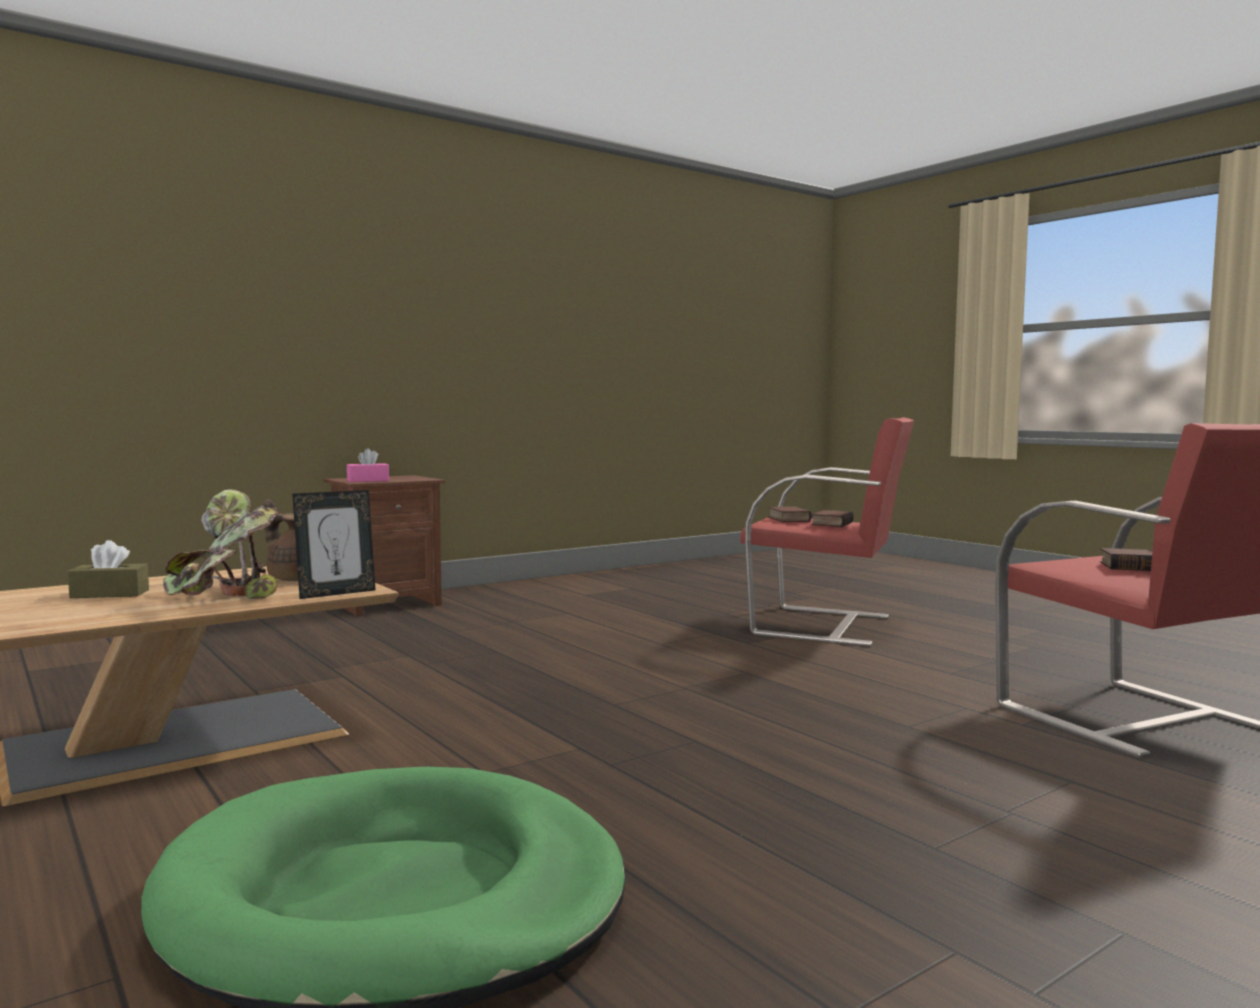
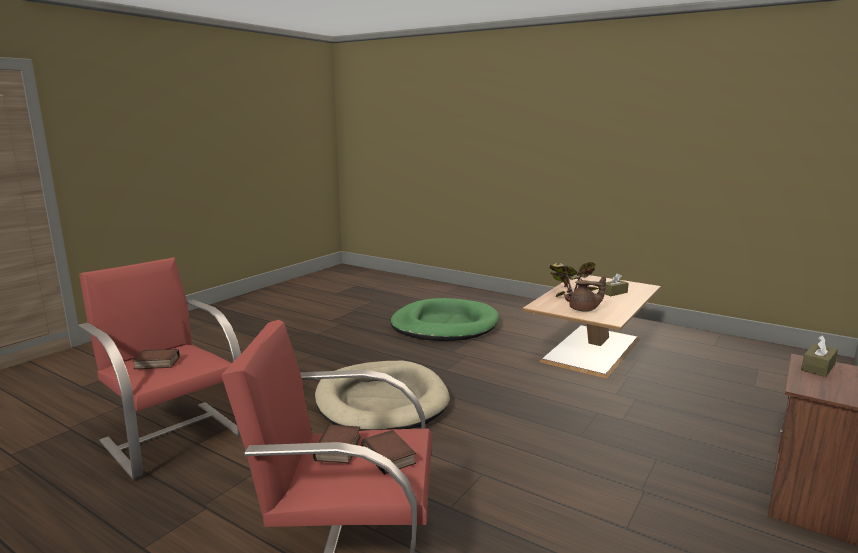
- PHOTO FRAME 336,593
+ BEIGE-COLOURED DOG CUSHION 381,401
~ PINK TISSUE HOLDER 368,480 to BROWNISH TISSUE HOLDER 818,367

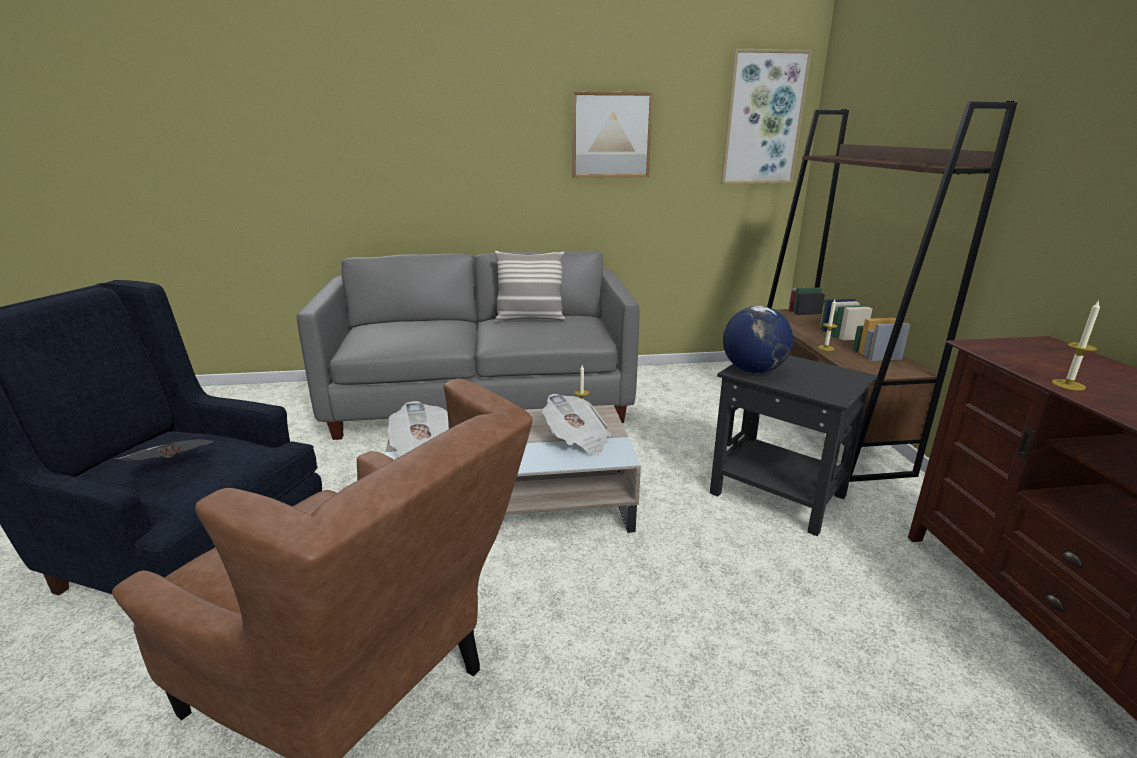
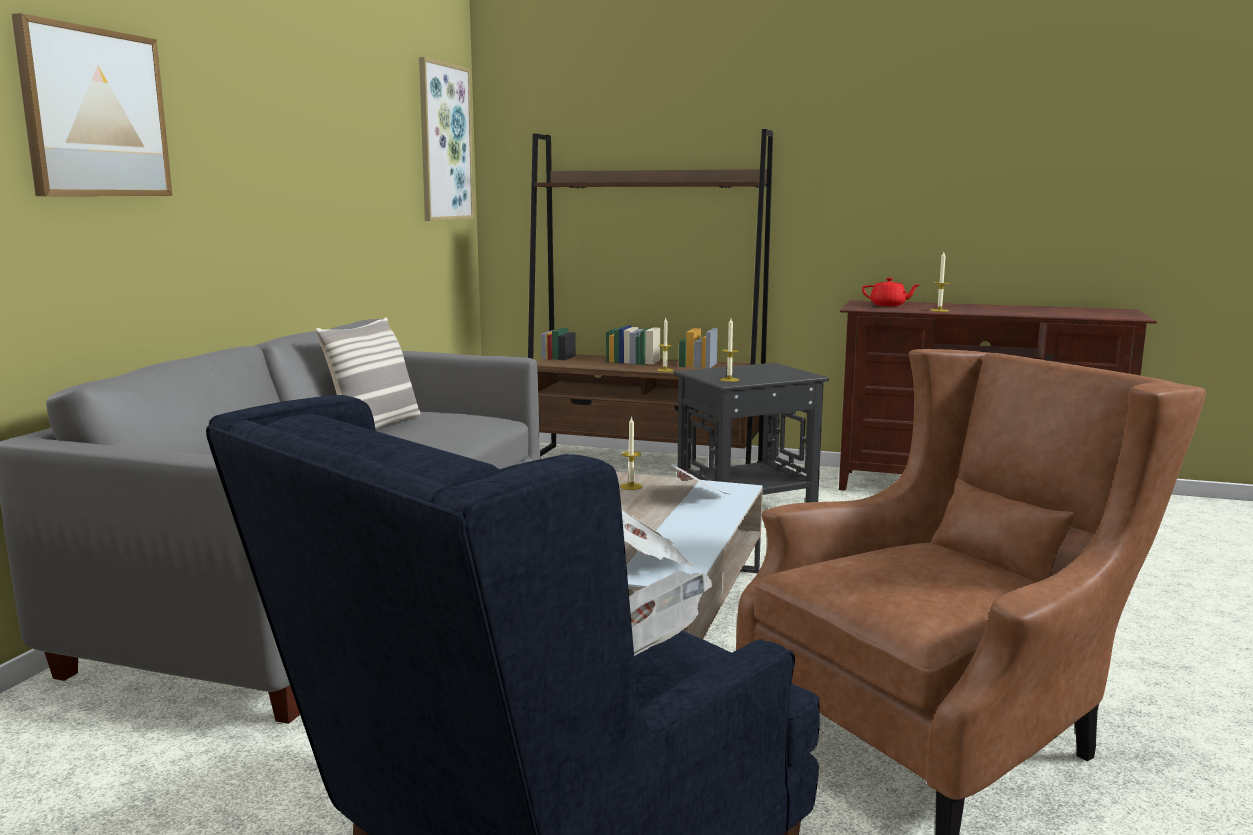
+ REDDISH TEAPOT 888,305
~ WALL ART 611,135 to 94,113
~ DESK GLOBE 753,370 to WAX CANDLE 729,379

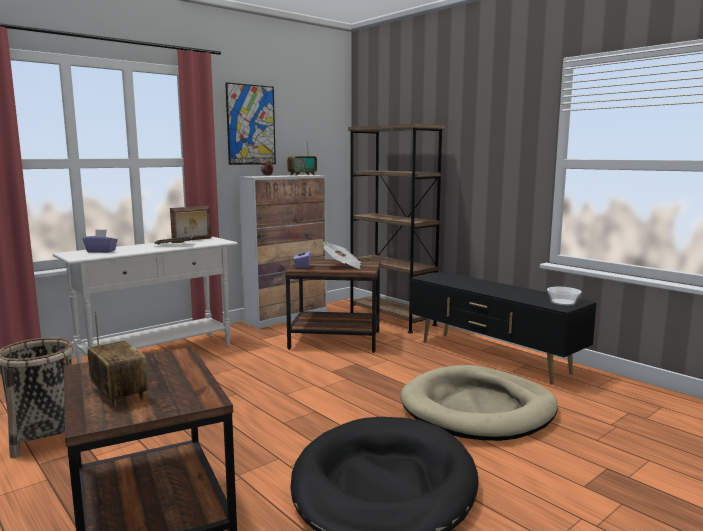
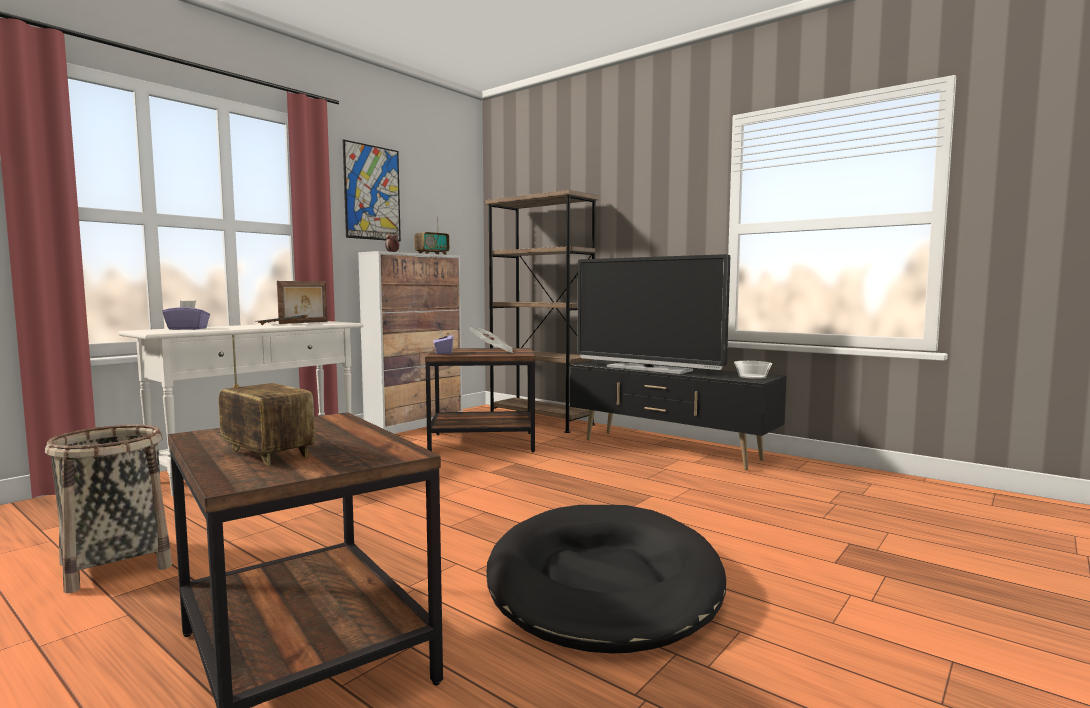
- BEIGE-COLOURED DOG CUSHION 478,409
+ TV SET 648,369

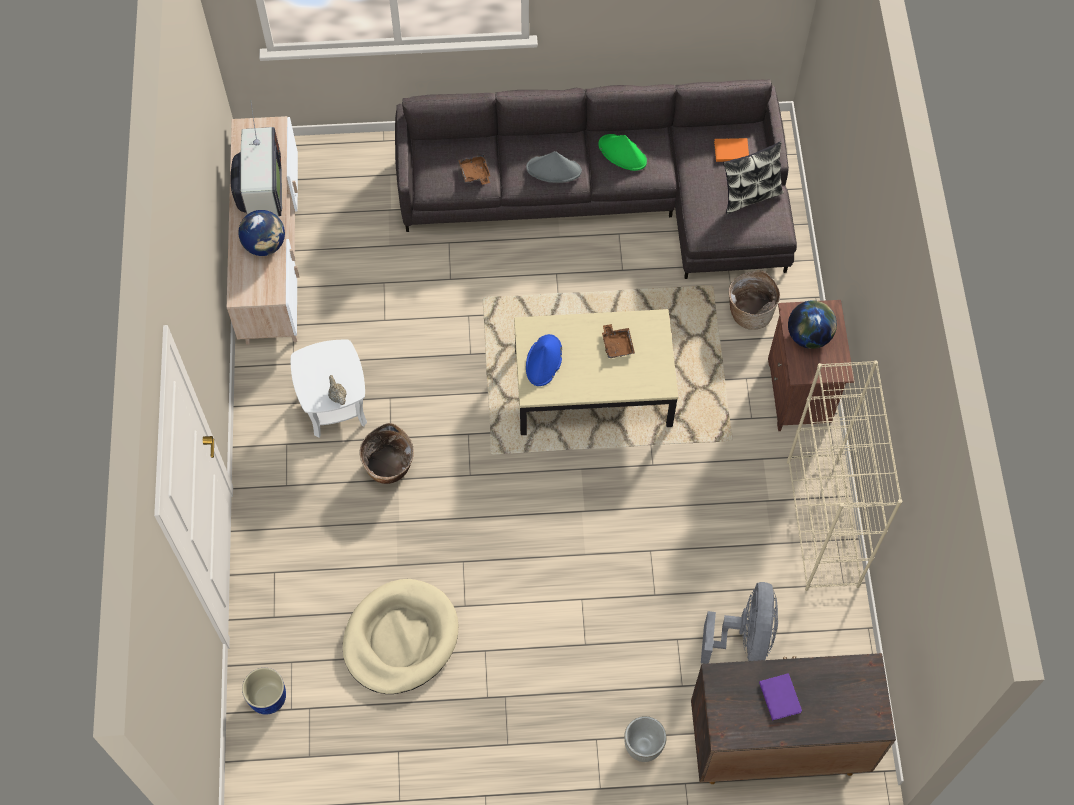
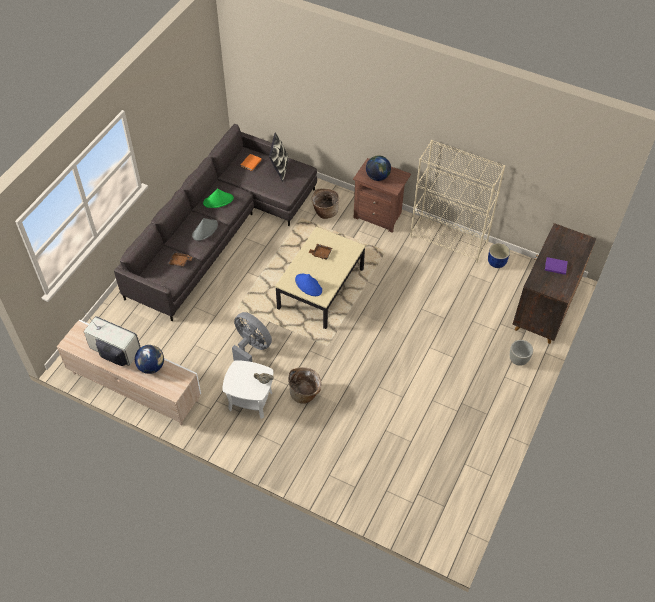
- BEIGE-COLOURED DOG CUSHION 400,638
~ BLUE-COLOURED PLANT POT 268,697 to 496,262
~ GREY ELECTRIC FAN 744,637 to 251,348

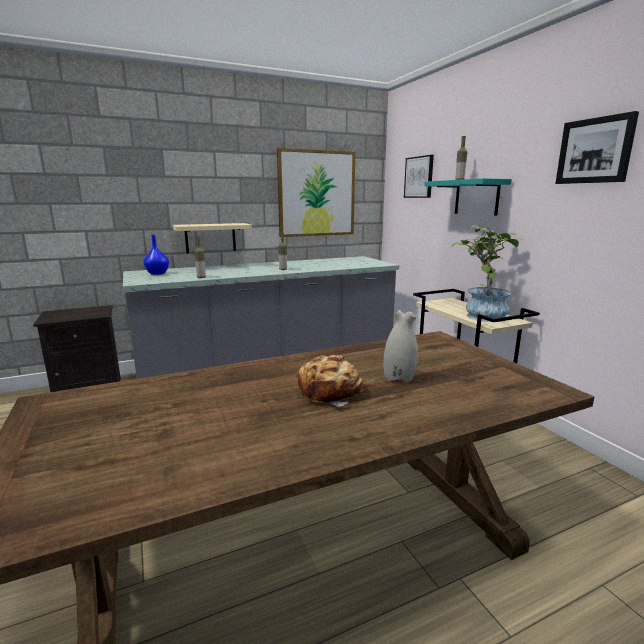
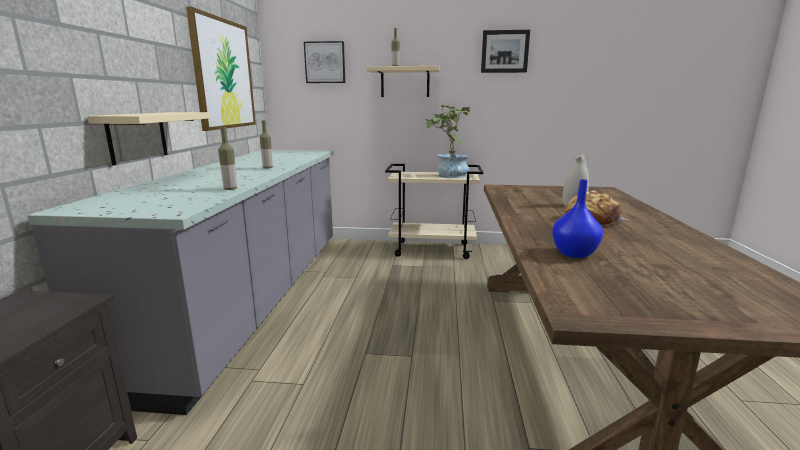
~ BLUE-COLOURED VASE 158,273 to 574,253
~ BLUE-GREEN BRACKET SHELF 476,197 to BEIGE-COLOURED BRACKET SHELF 405,82

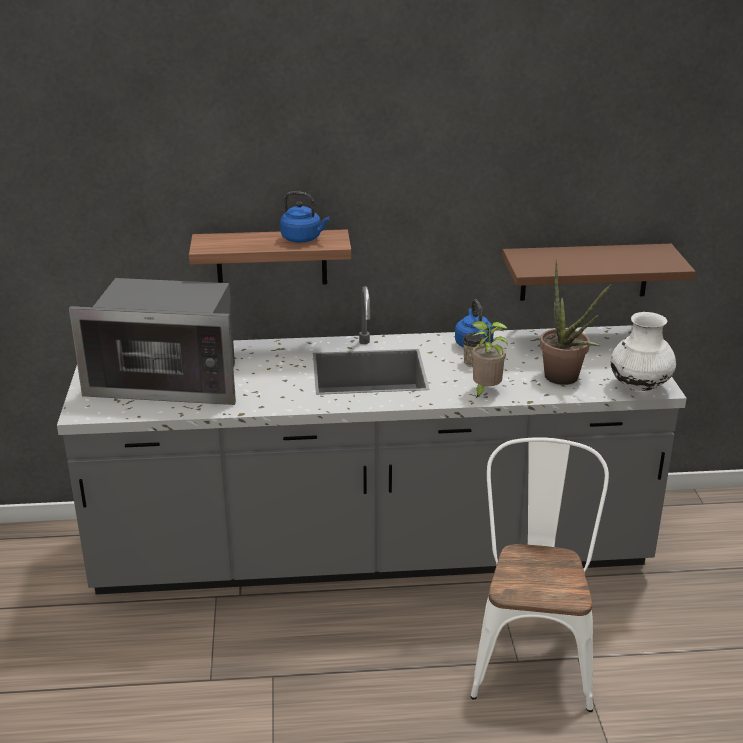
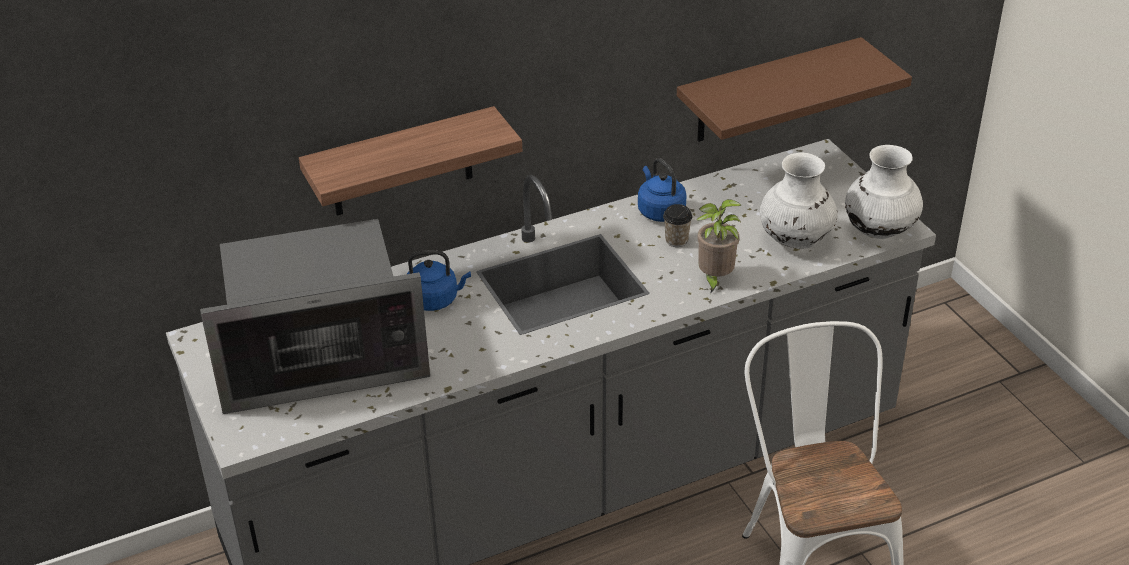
~ BLUE-COLOURED KETTLE 303,239 to 435,300
~ PLANT IN A POT 566,380 to WHITE VASE 795,241

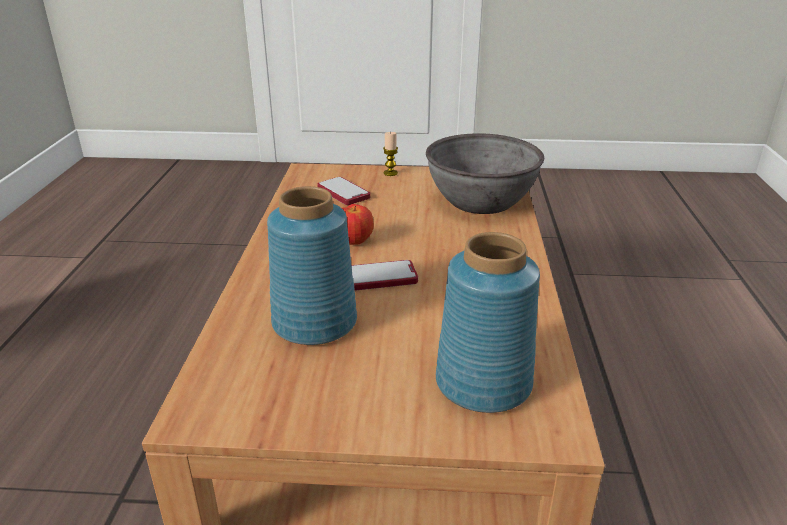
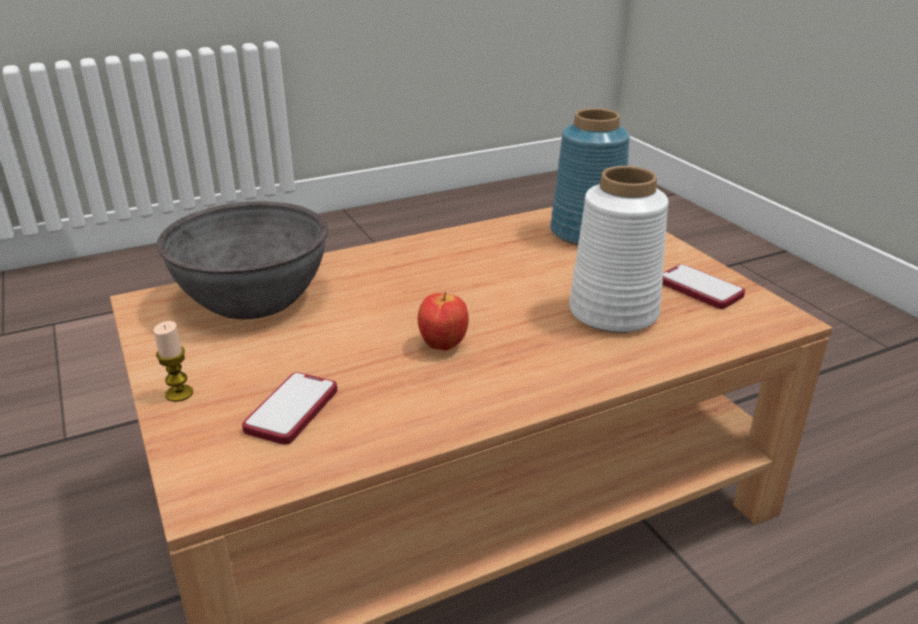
~ HANDSET 380,277 to 700,289
~ BLUE-COLOURED VASE 316,323 to WHITE VASE 612,312

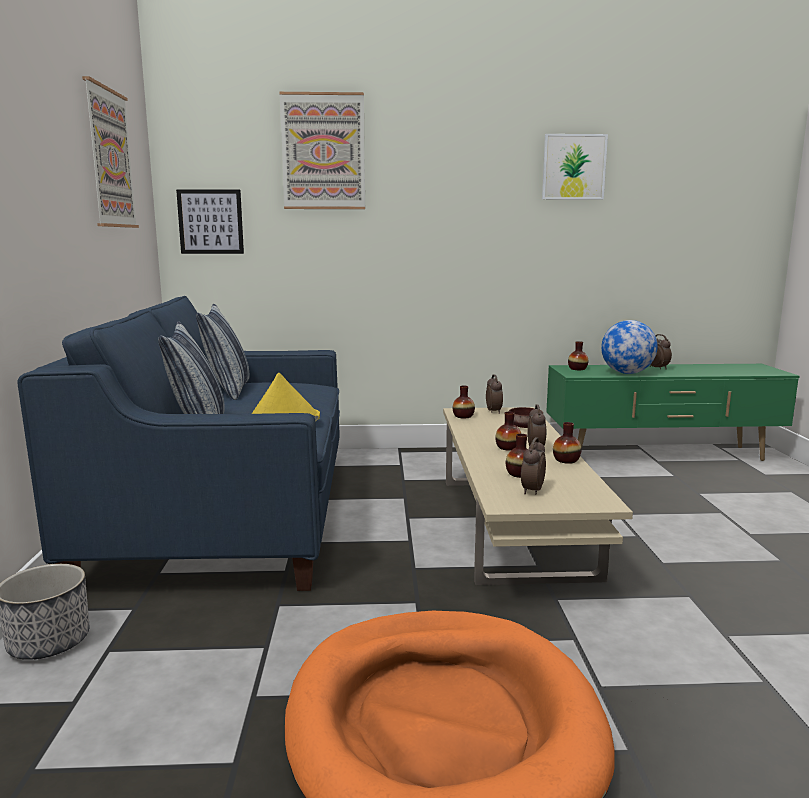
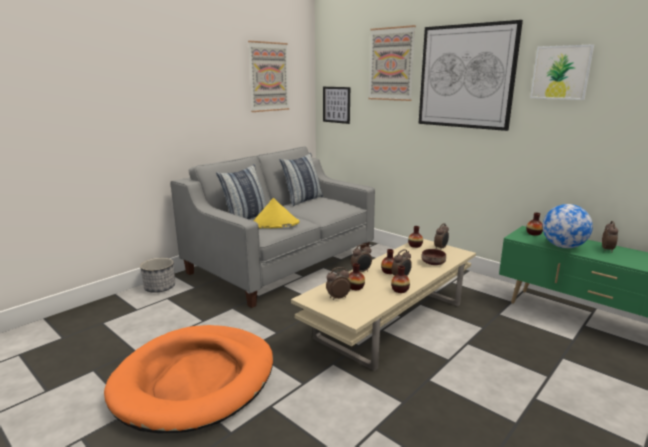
+ BEDSIDE CLOCK 361,271
+ WALL ART 466,77
~ BLUE-COLOURED COUCH 228,515 to GREY COUCH 282,263

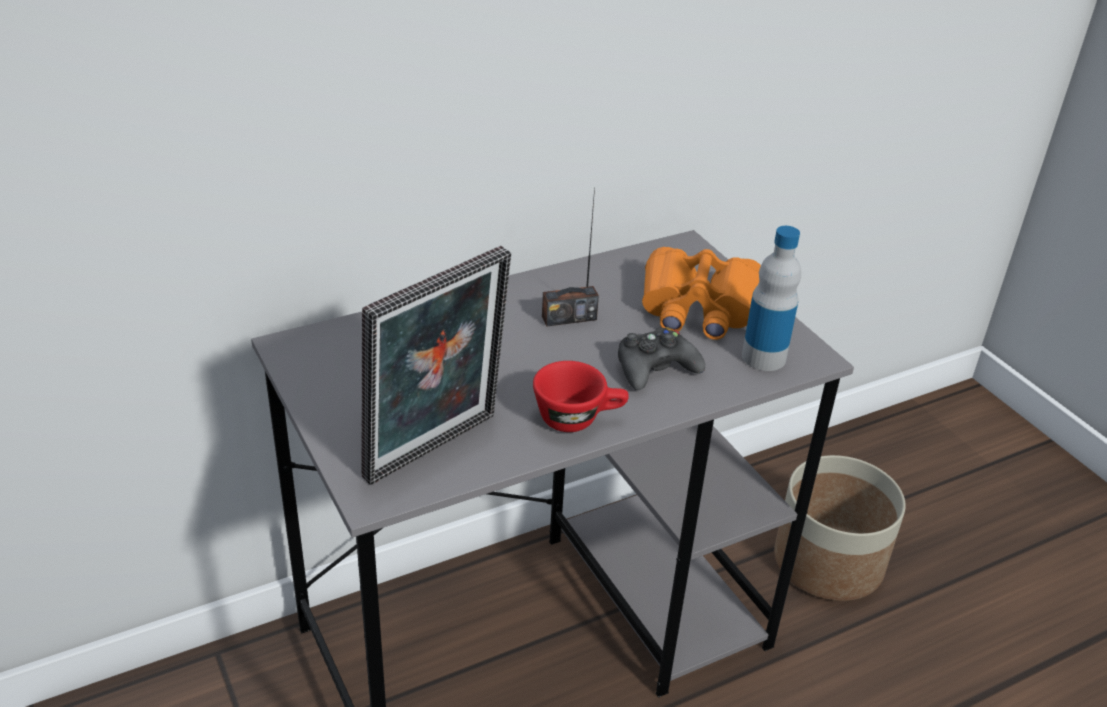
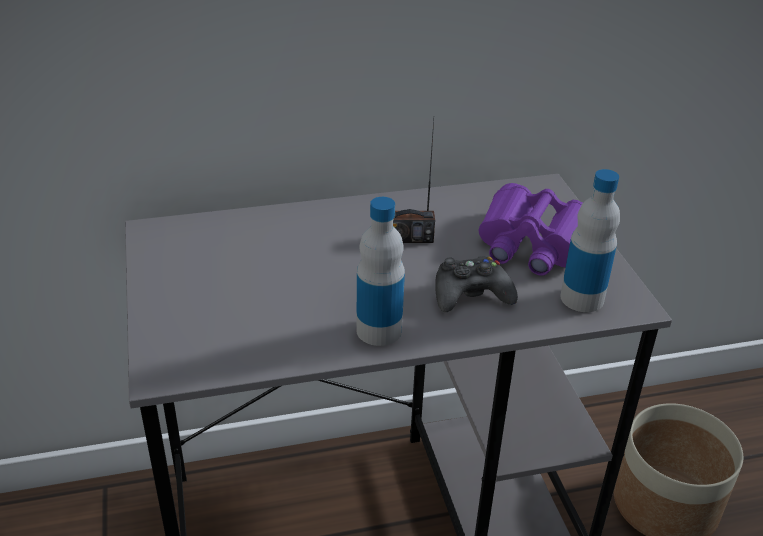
- PHOTO FRAME 436,451
~ REDDISH SMALL CUP 578,418 to DRINK BOTTLE 379,330
~ ORANGEY BINOCULARS 698,308 to PURPLISH BINOCULARS 534,244

